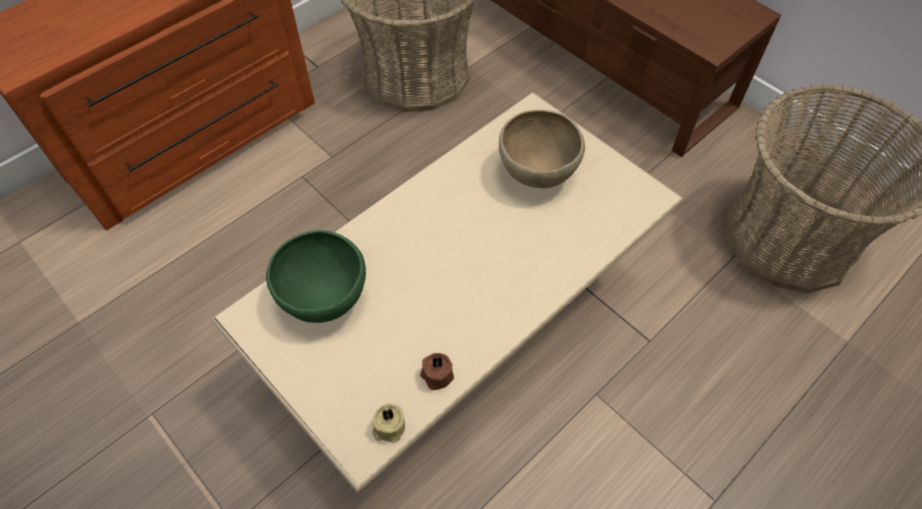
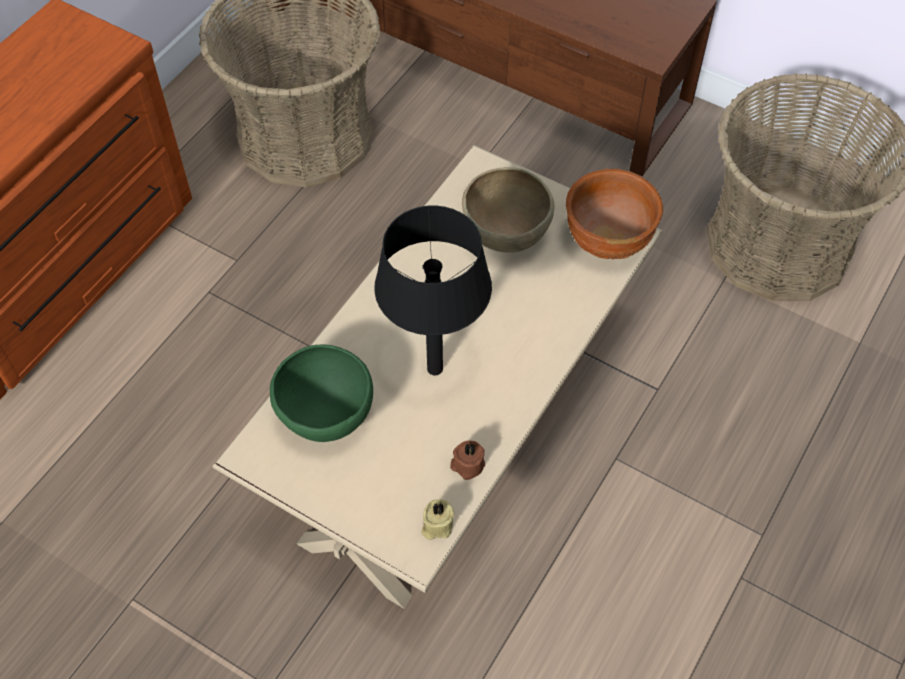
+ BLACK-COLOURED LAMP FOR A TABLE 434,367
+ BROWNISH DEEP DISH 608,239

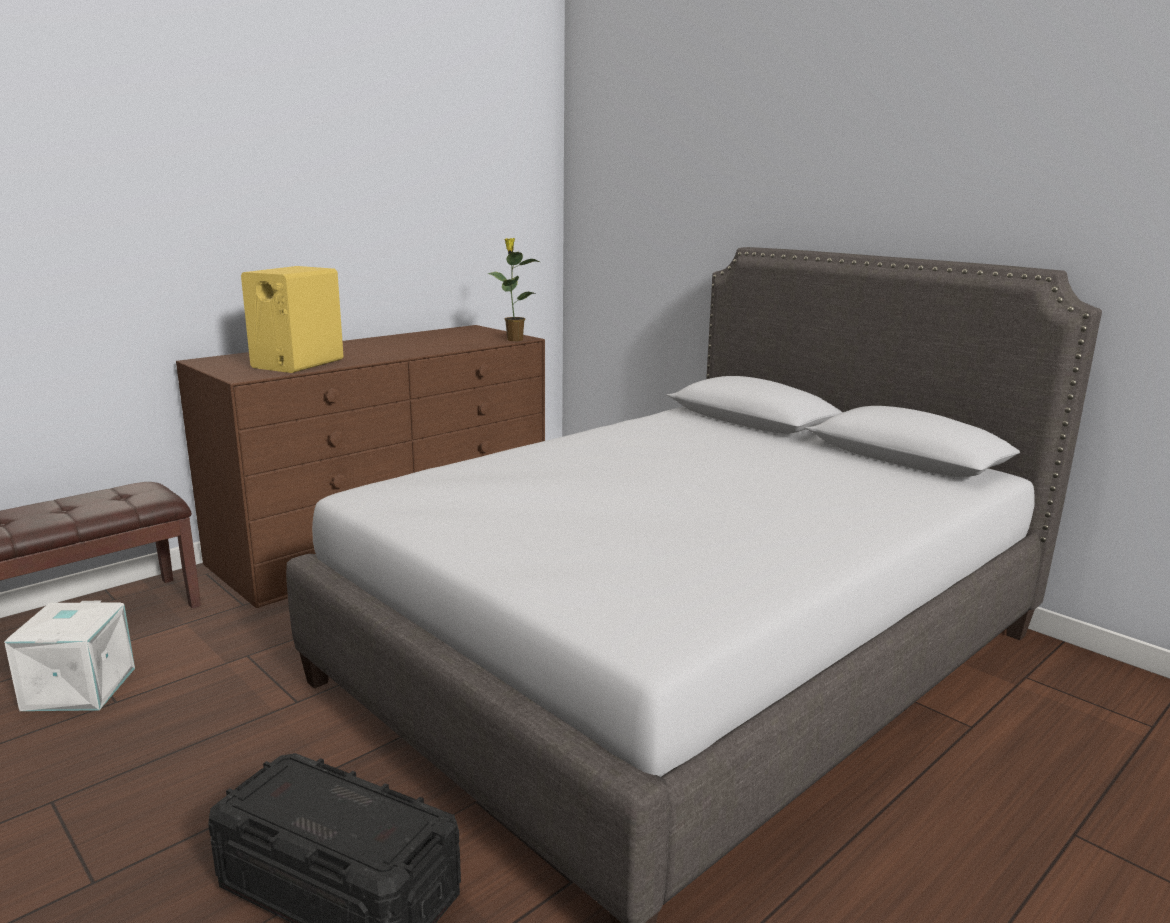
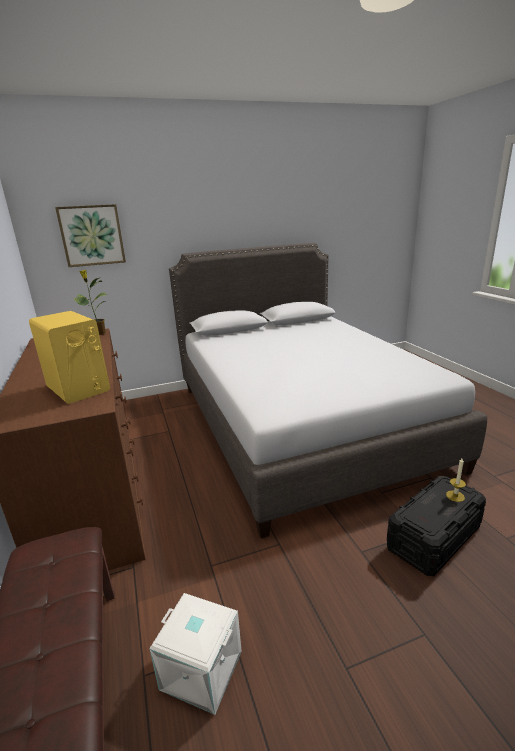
+ WALL ART 92,235
+ WAX CANDLE 455,496

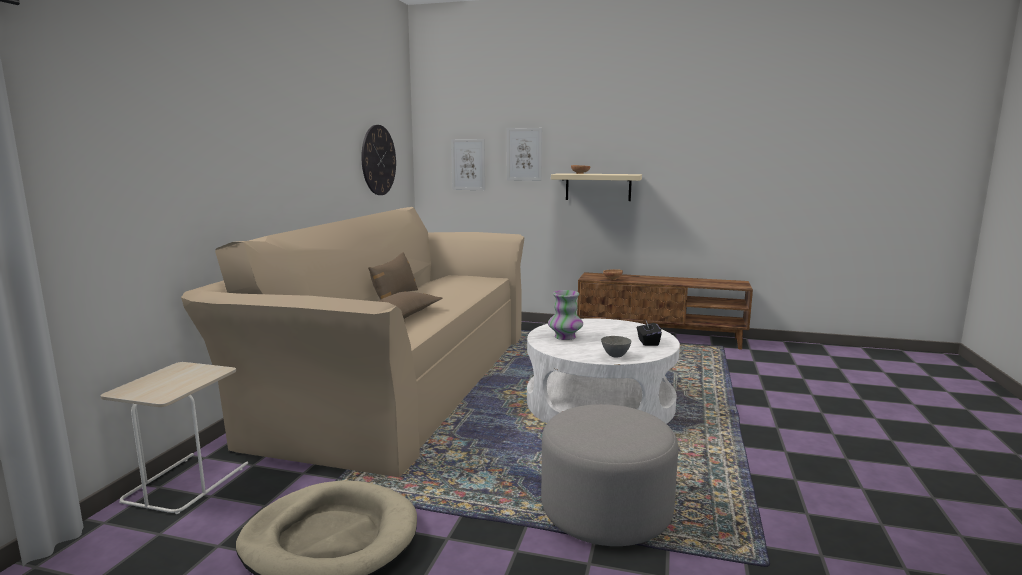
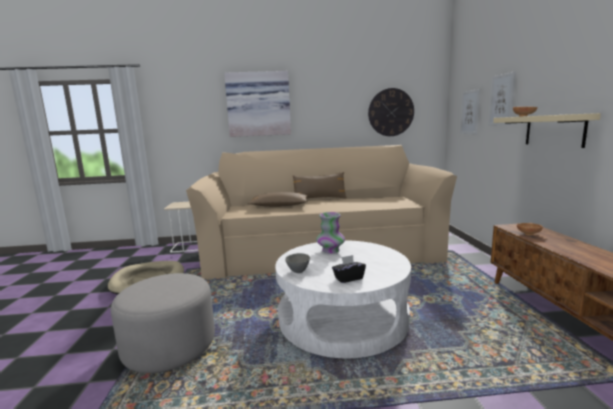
+ WALL ART 258,104

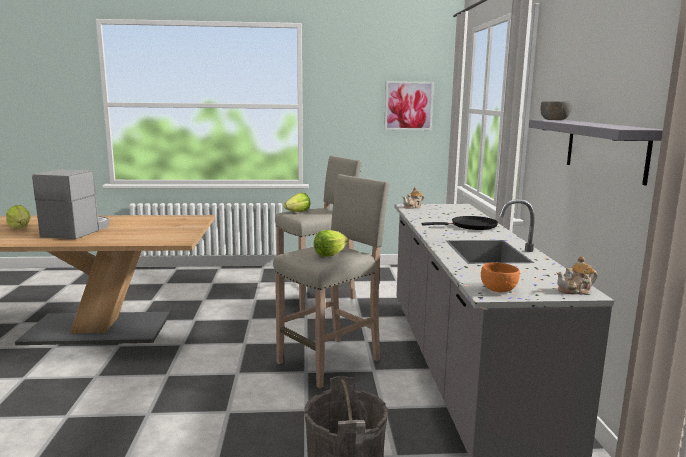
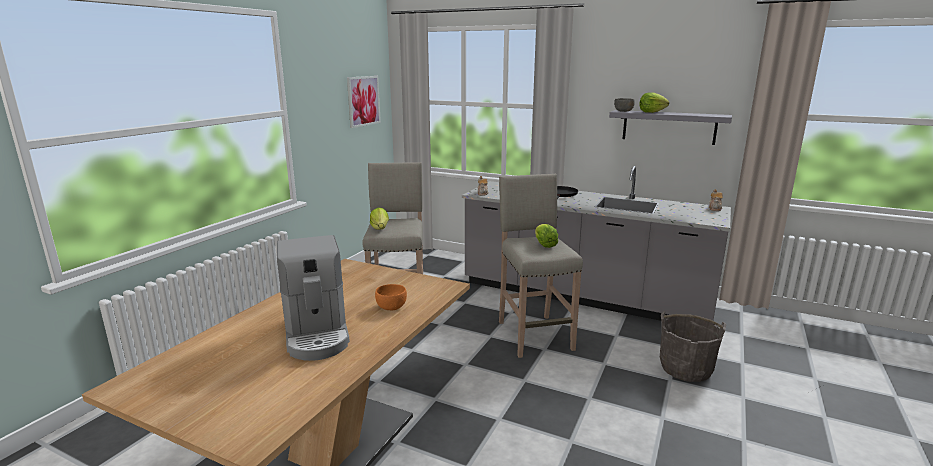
~ LETTUCE 20,228 to 651,112
~ ORANGEY DEEP DISH 498,289 to 391,307
~ COFFEE MACHINE 78,230 = 317,334 150 degrees counterclockwise

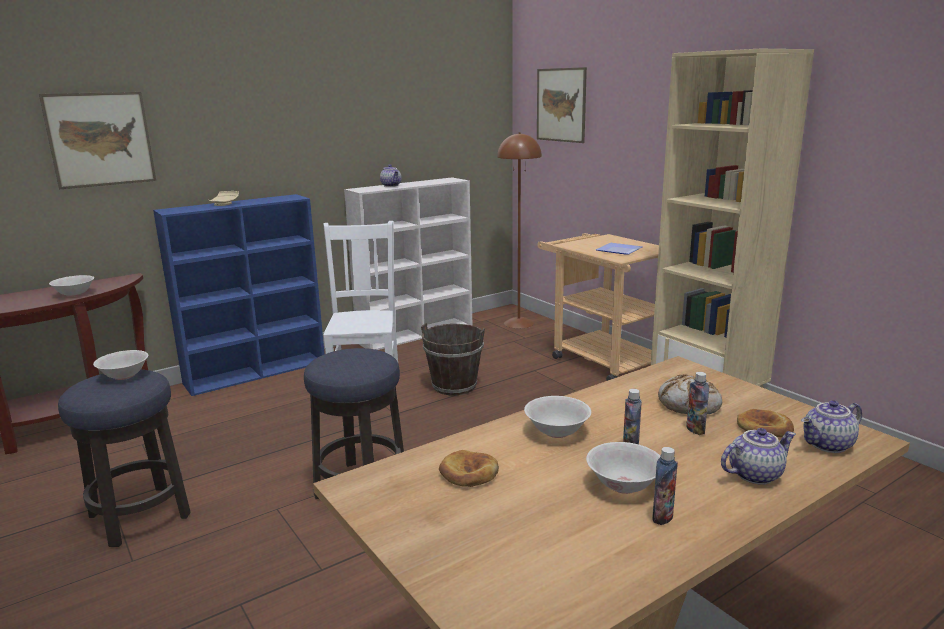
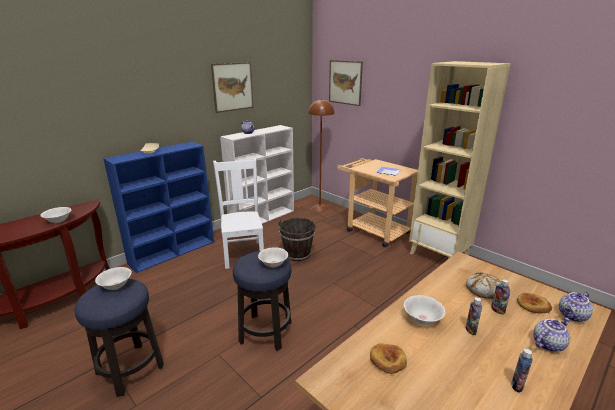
~ WALL ART 100,139 to 233,87
~ WHITE DEEP DISH 624,485 to 273,264

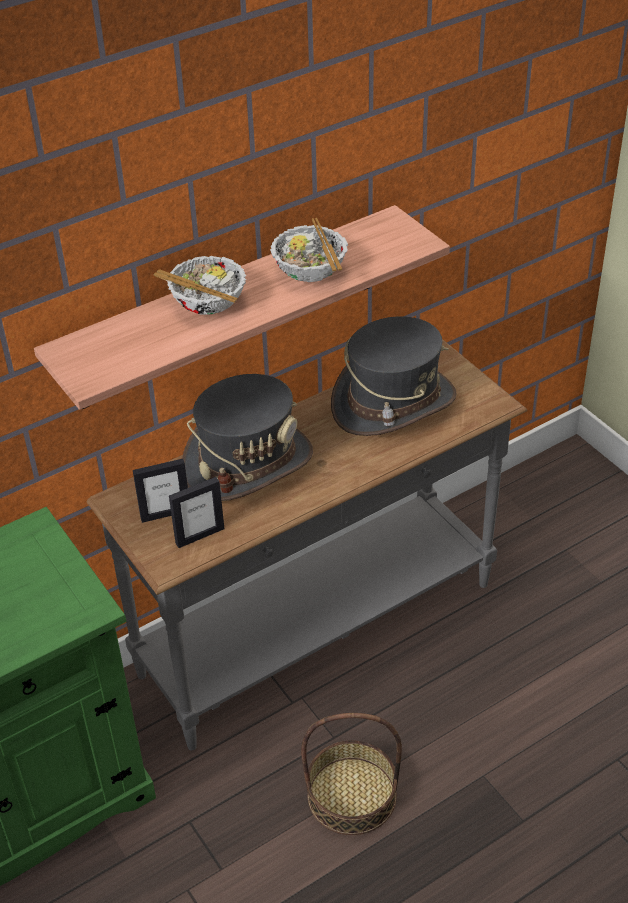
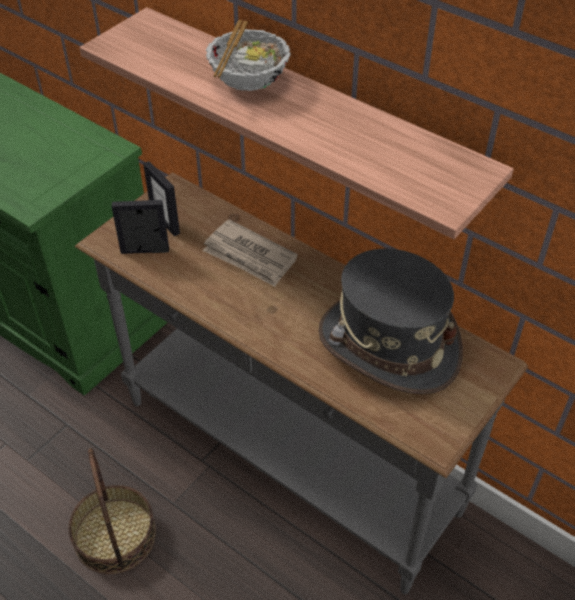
- DEEP DISH 311,272
~ GREY WEARABLE HAT 247,463 to NEWSPAPER 250,256
~ PHOTO FRAME 199,536 = 145,251 135 degrees clockwise

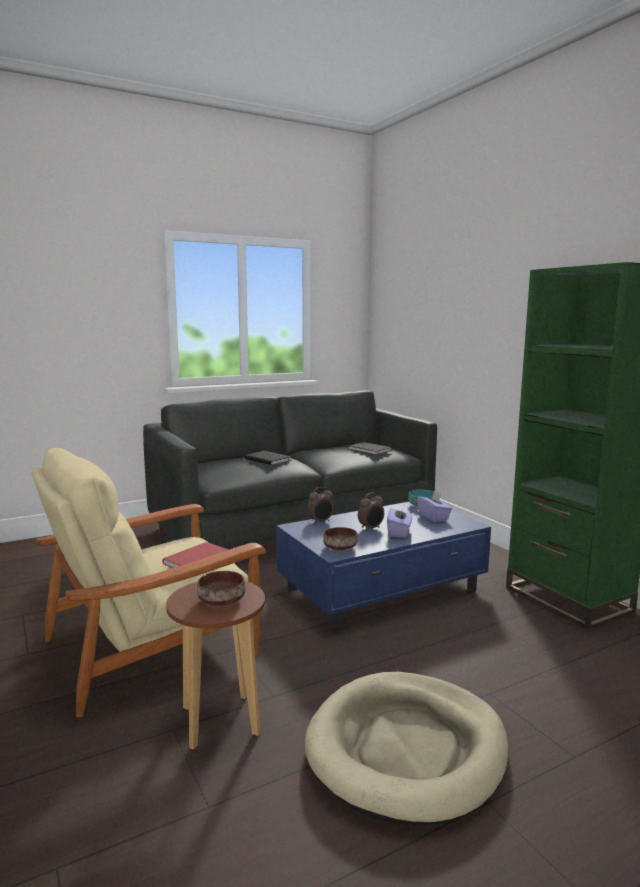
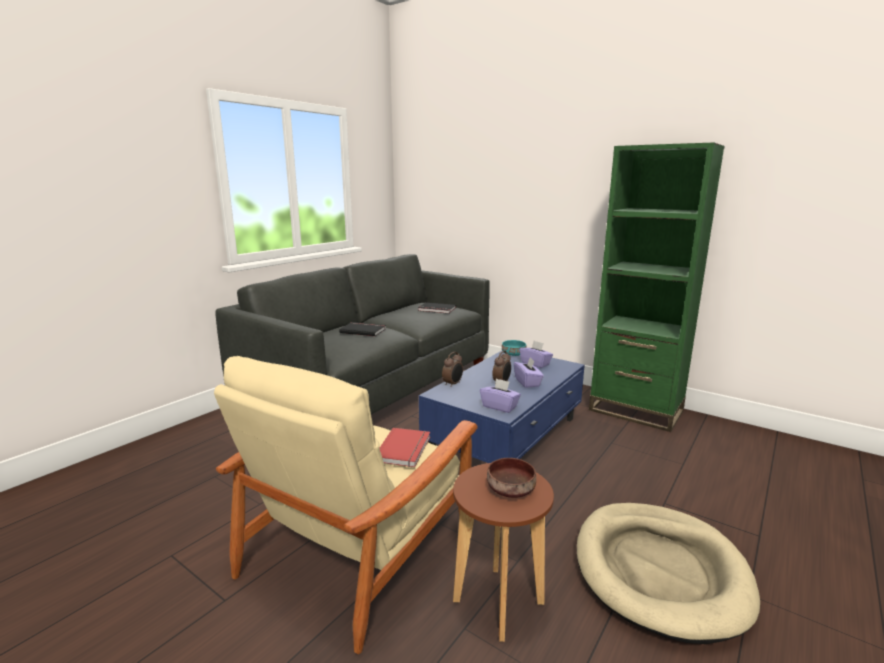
~ BROWNISH DEEP DISH 339,547 to PURPLISH TISSUE HOLDER 500,406

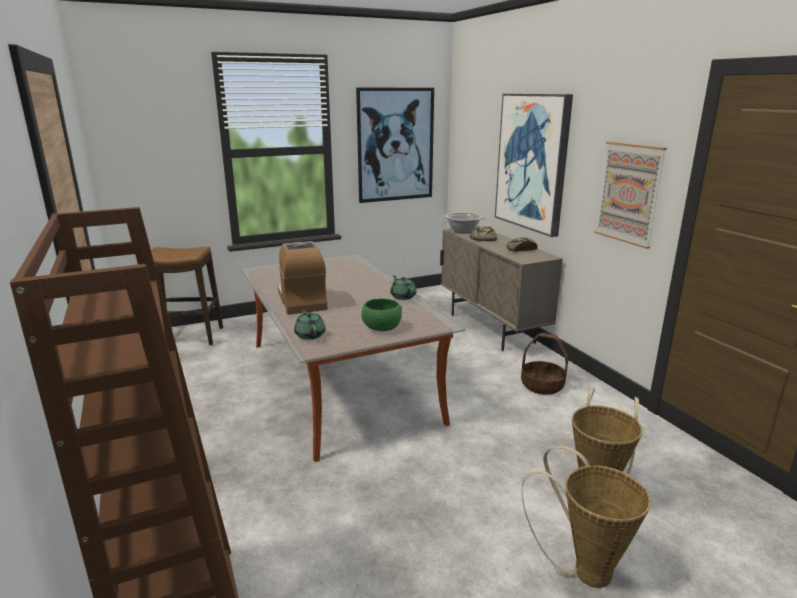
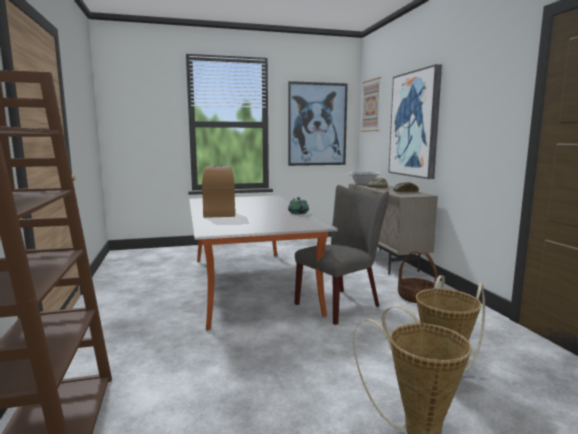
- STOOL SEAT 188,337
- GREEN TEAPOT 310,335
- GREEN DEEP DISH 381,328
+ GREY PLAIN CHAIR 341,304
~ WALL ART 629,193 to 371,105

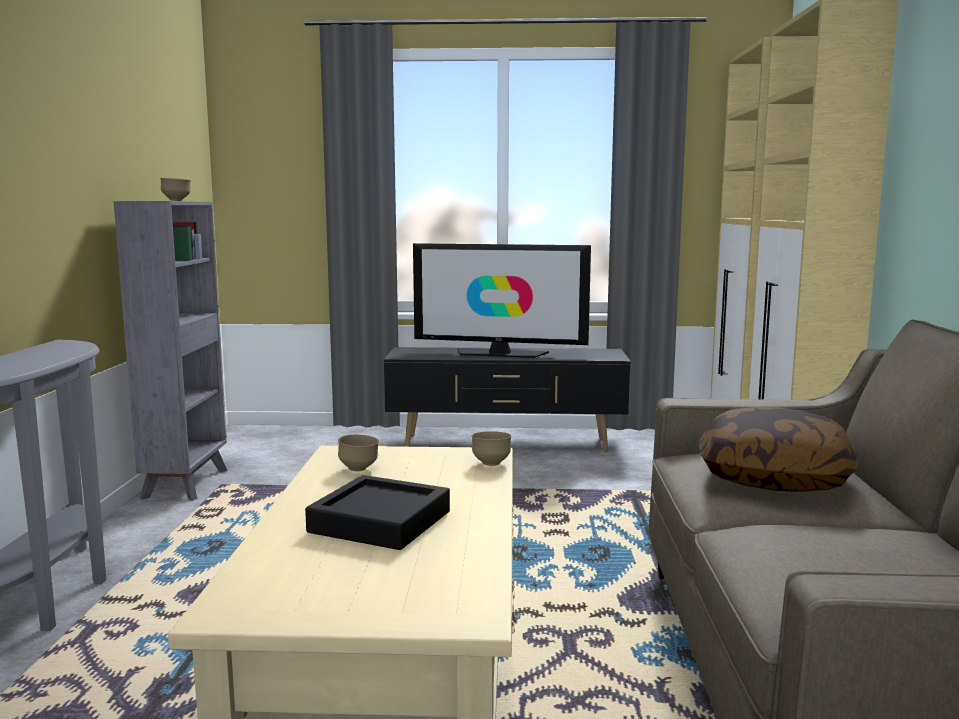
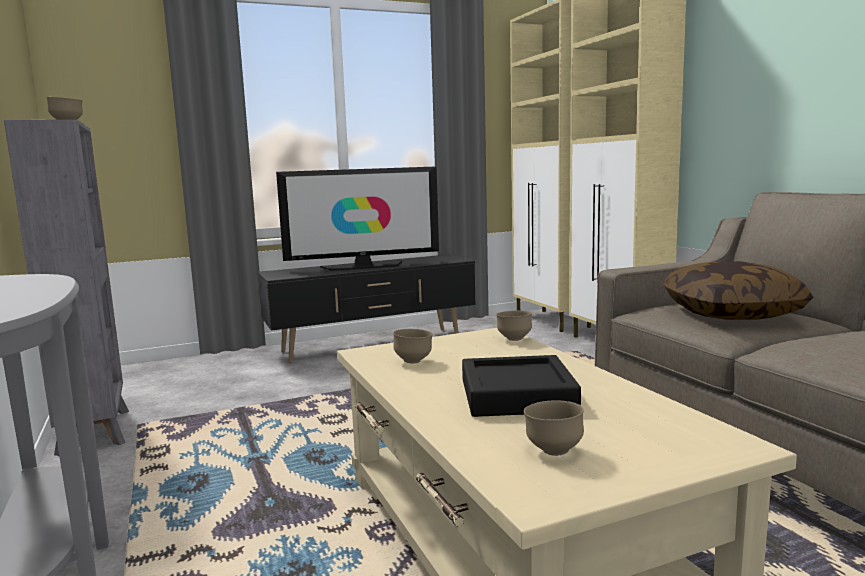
+ BROWNISH DEEP DISH 553,451

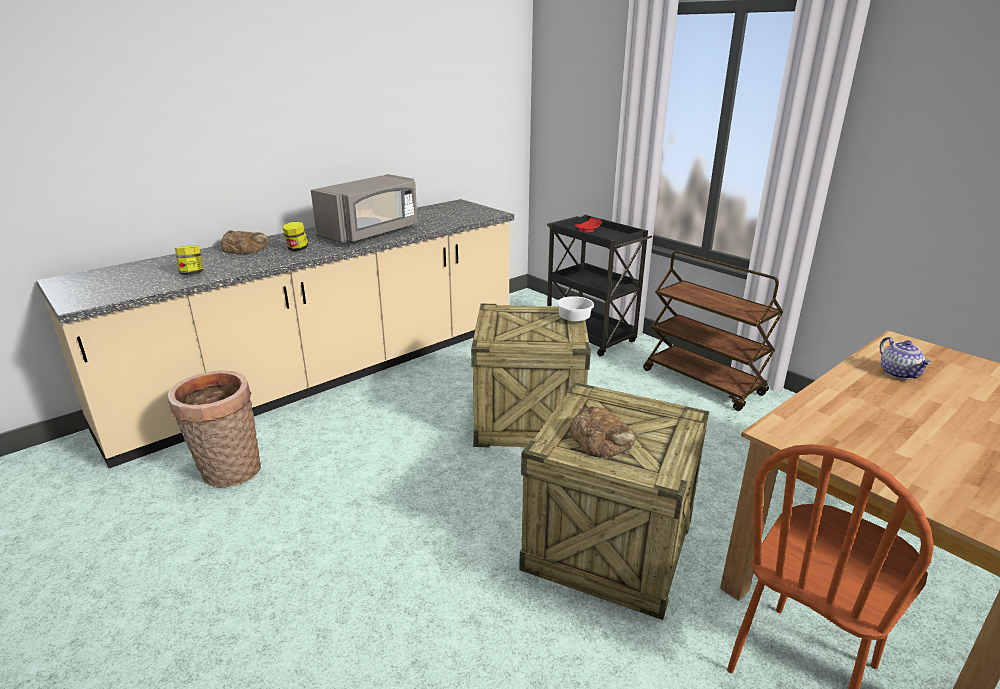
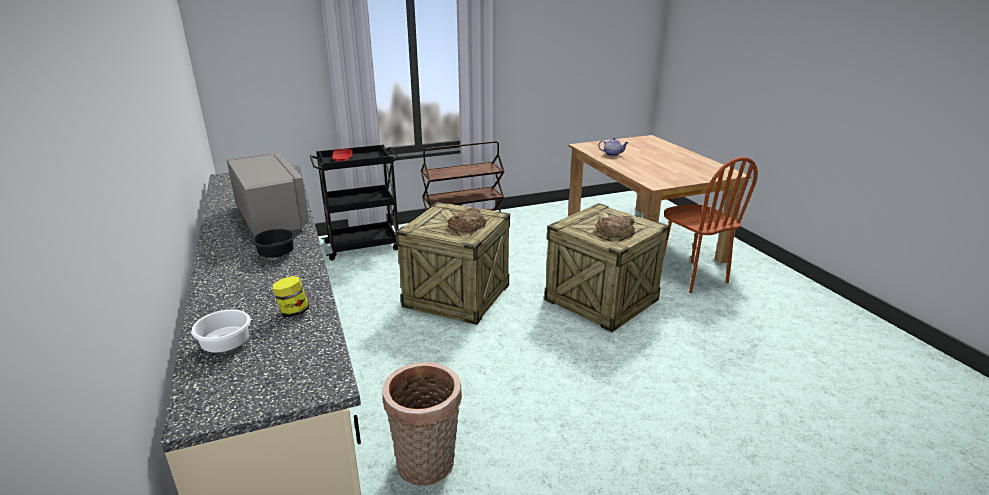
~ BREAD 245,248 to 467,225
~ WHITE DEEP DISH 574,320 to 227,346
~ JAR 297,249 to BLACK-COLOURED DEEP DISH 276,254

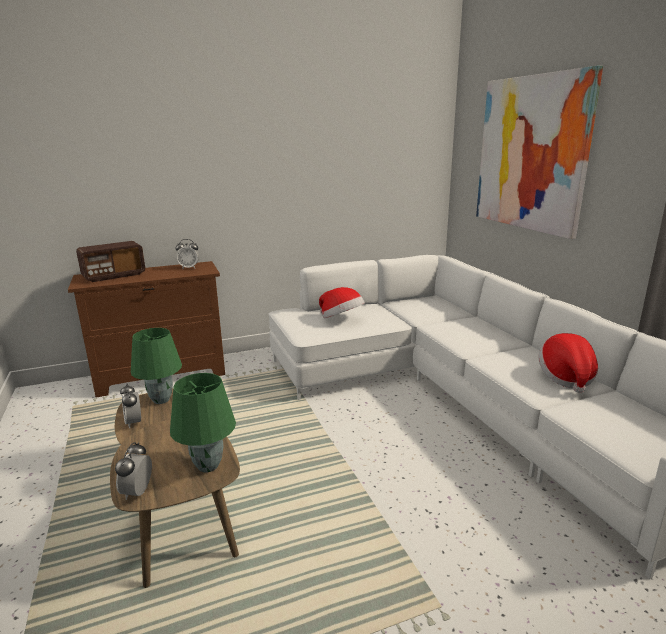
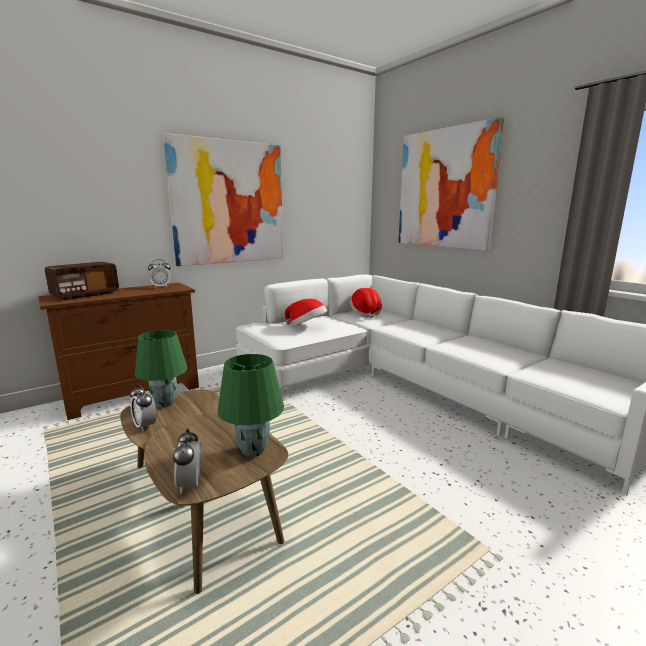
+ WALL ART 229,203
~ WEARABLE HAT 566,377 to 366,313

